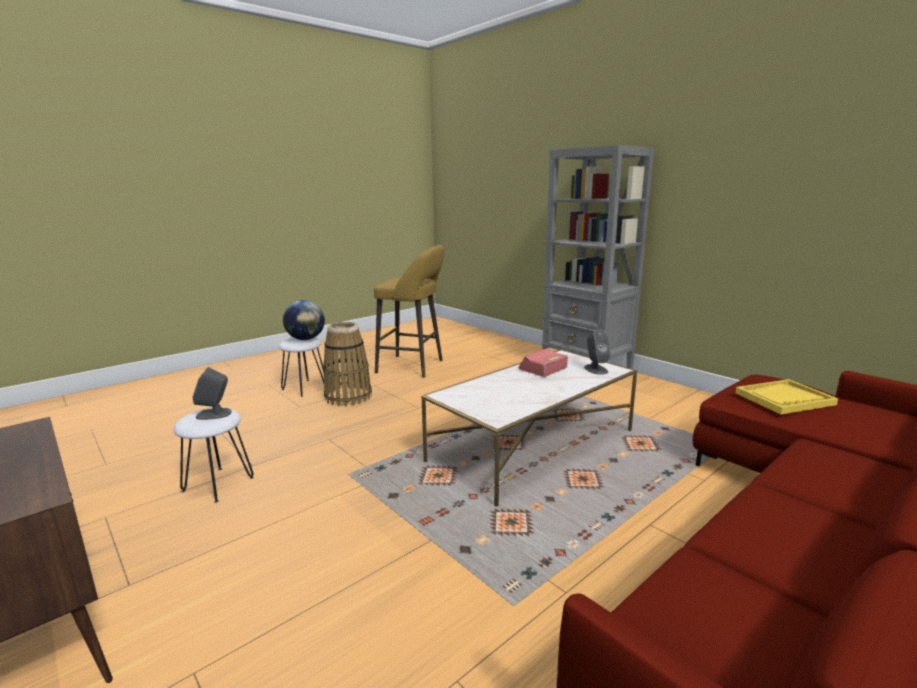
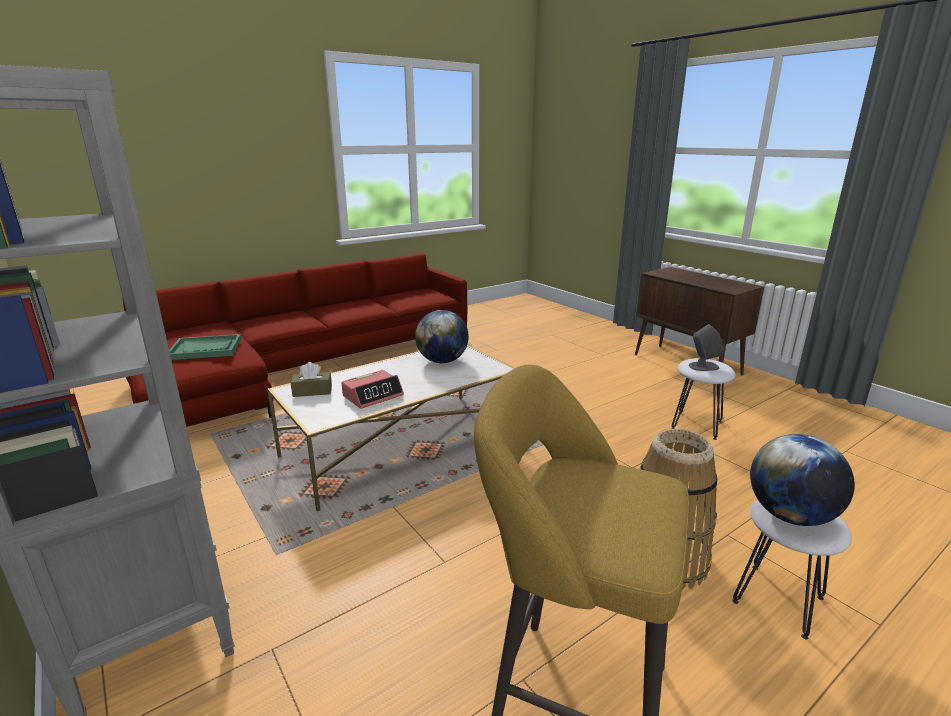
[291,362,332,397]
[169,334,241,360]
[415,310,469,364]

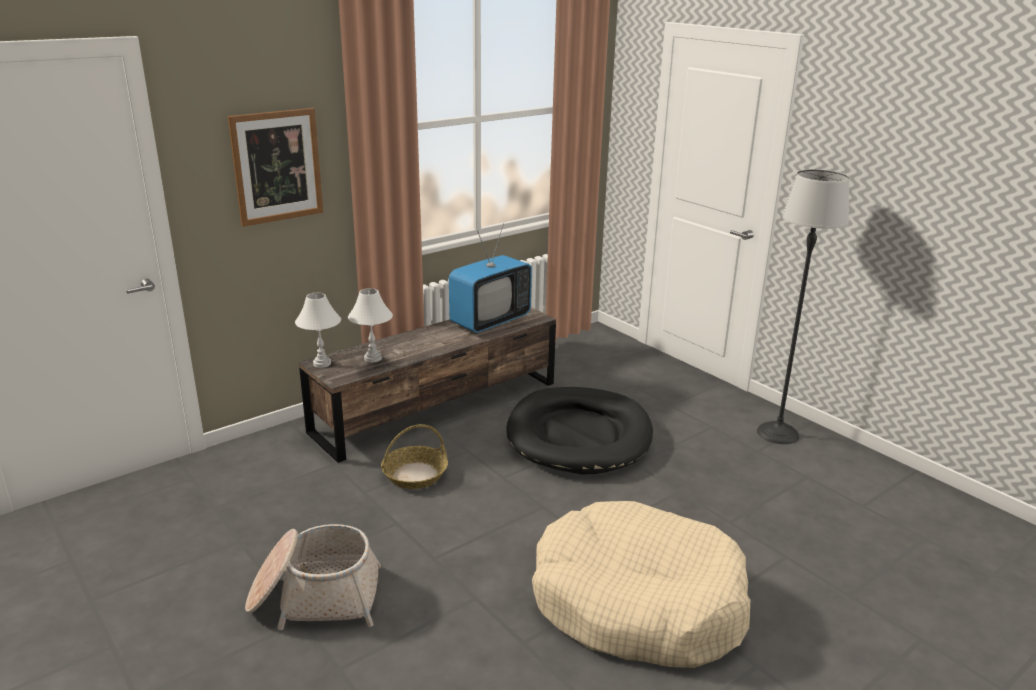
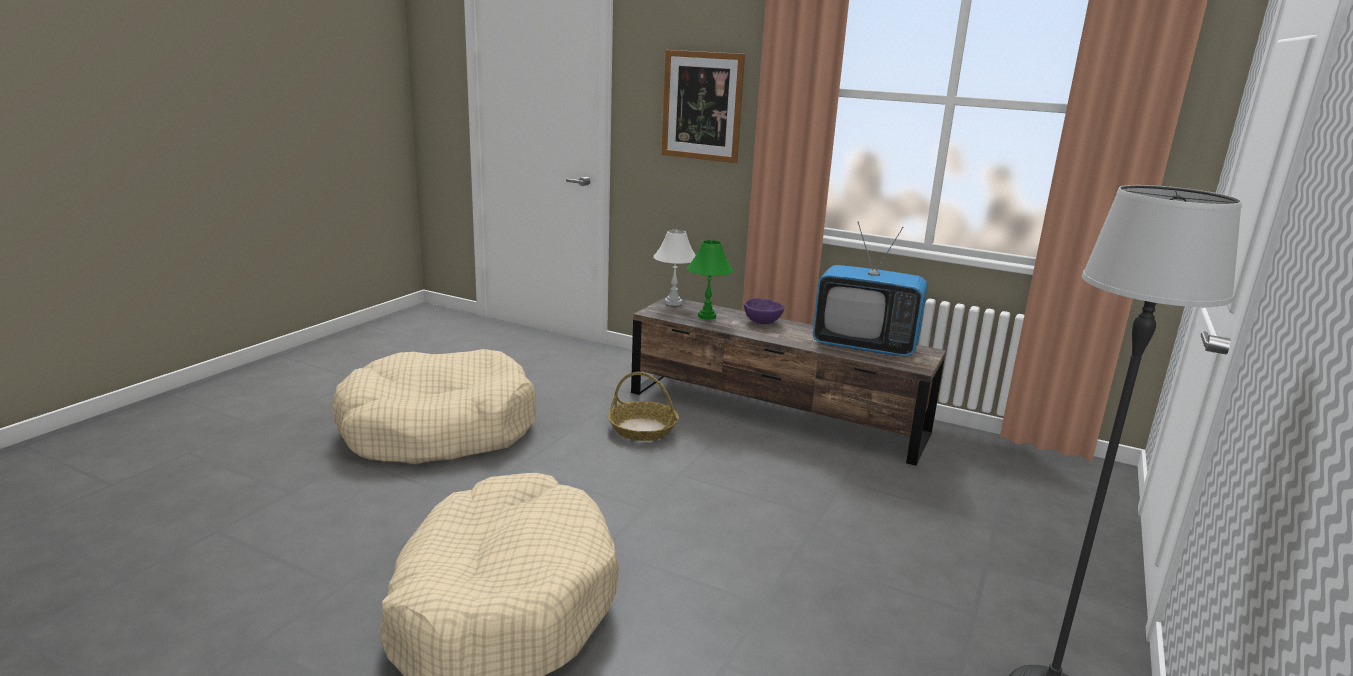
[331,349,536,464]
[687,240,733,320]
[507,387,653,474] (first image)
[744,298,784,324]

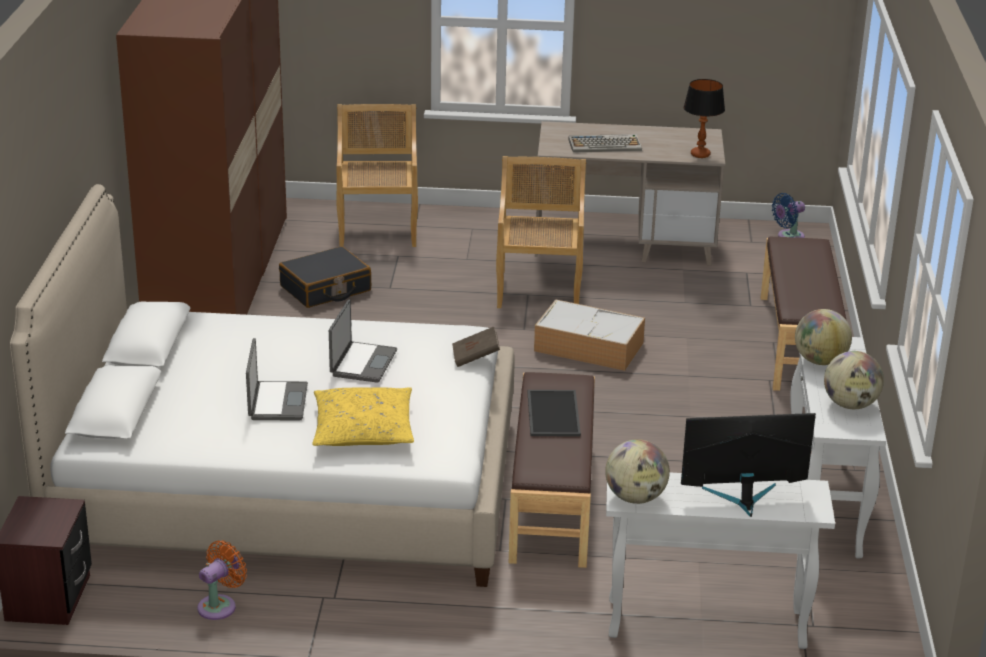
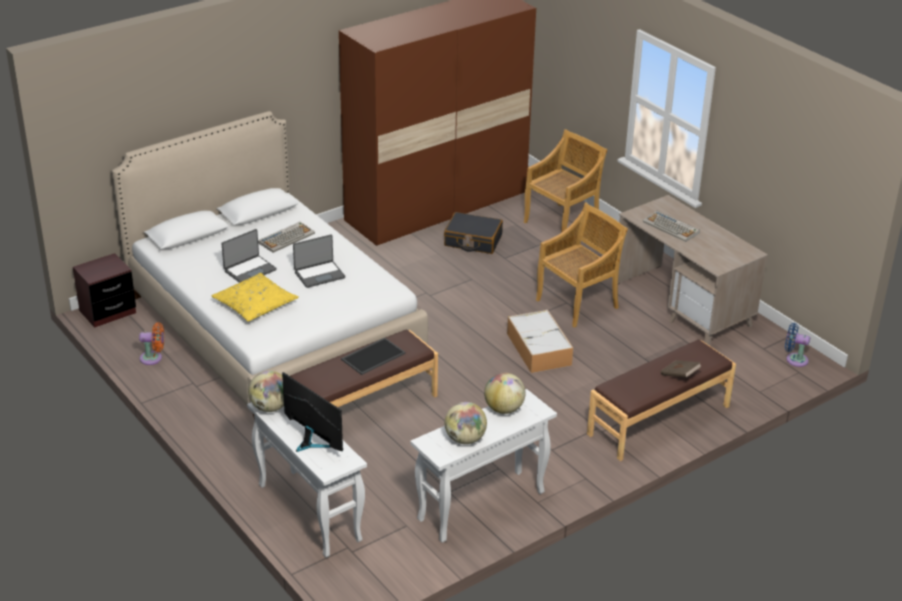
[661,360,701,378]
[684,79,725,158] (first image)
[258,222,315,253]

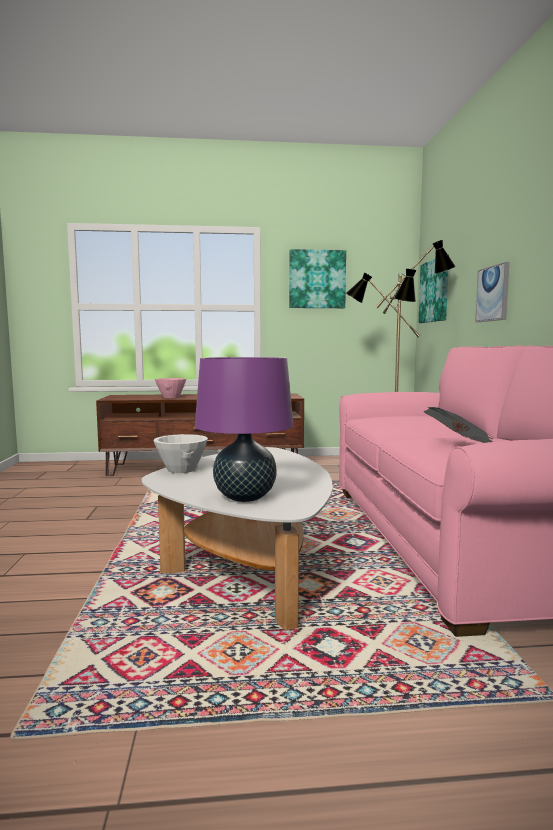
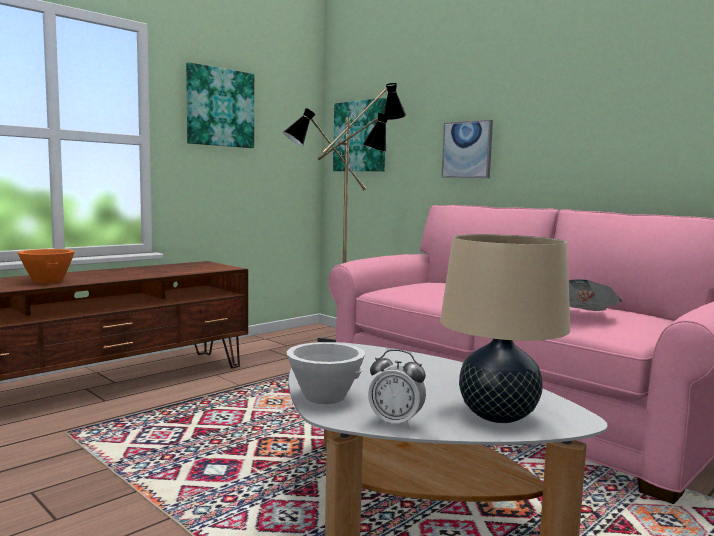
[17,249,75,284]
[440,234,570,423]
[368,349,426,429]

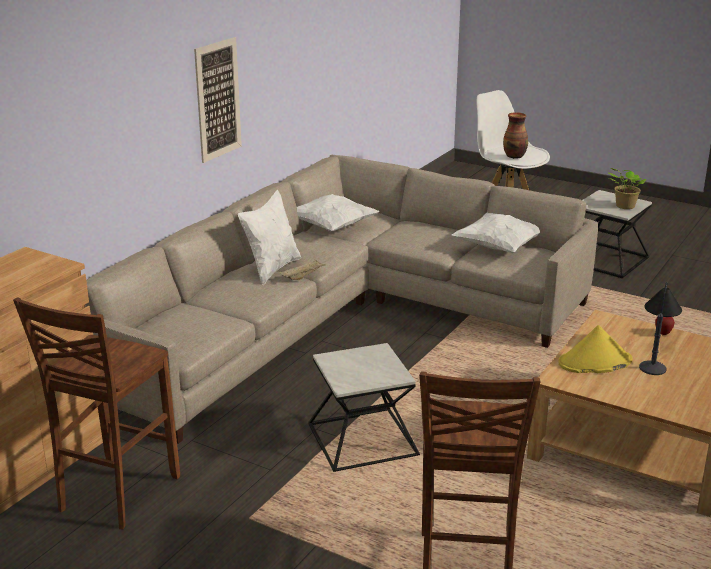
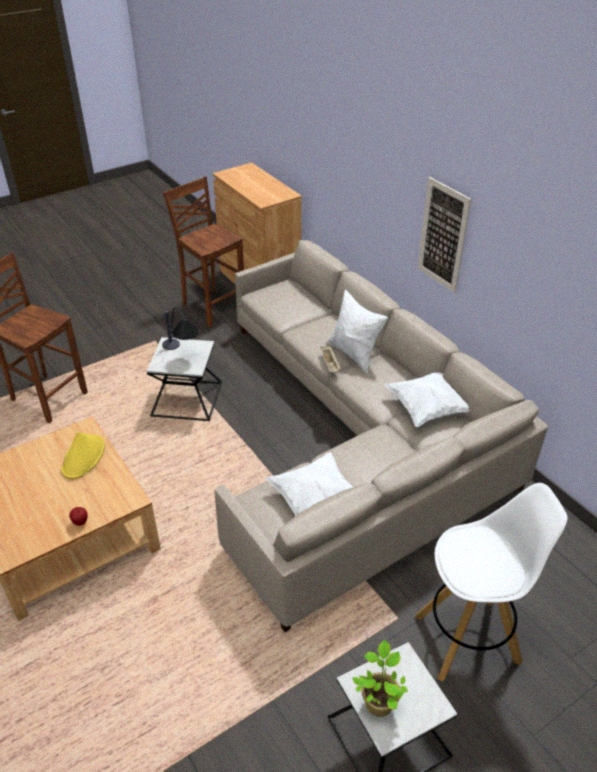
[503,112,528,159] (first image)
[162,308,198,350]

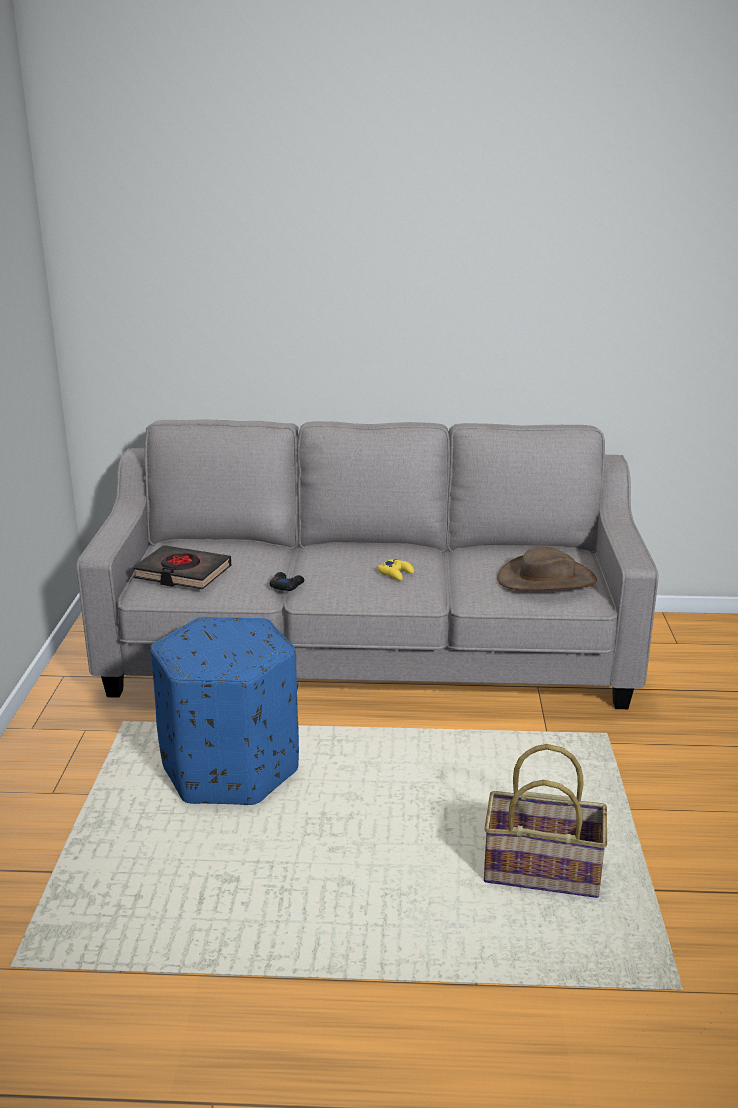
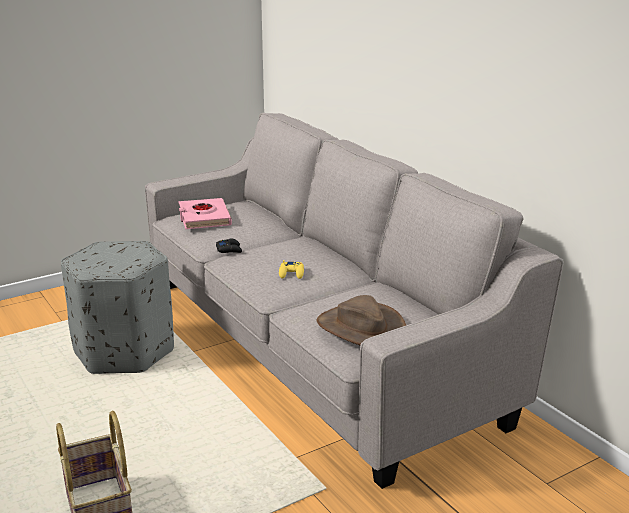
[178,198,232,229]
[61,241,174,374]

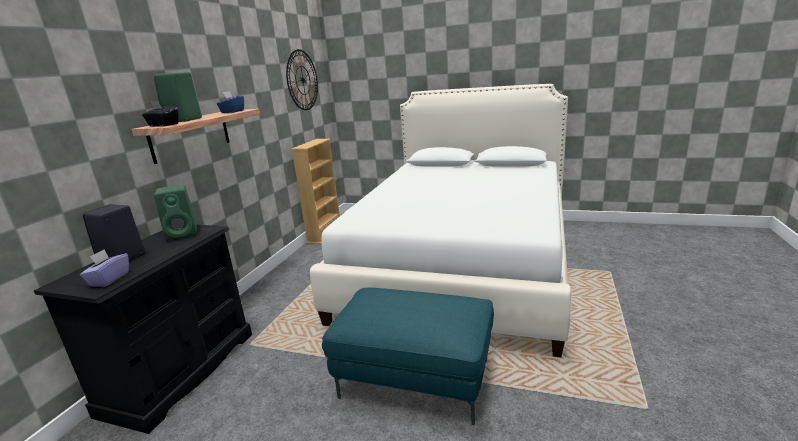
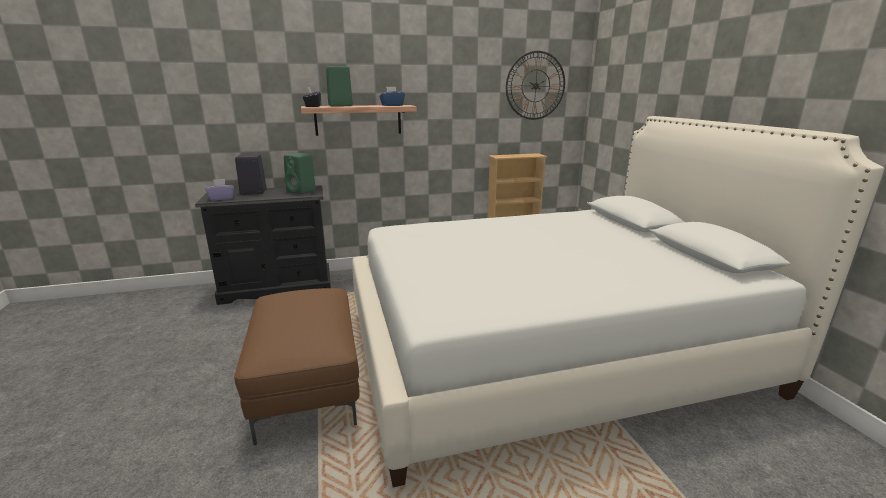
[234,288,359,445]

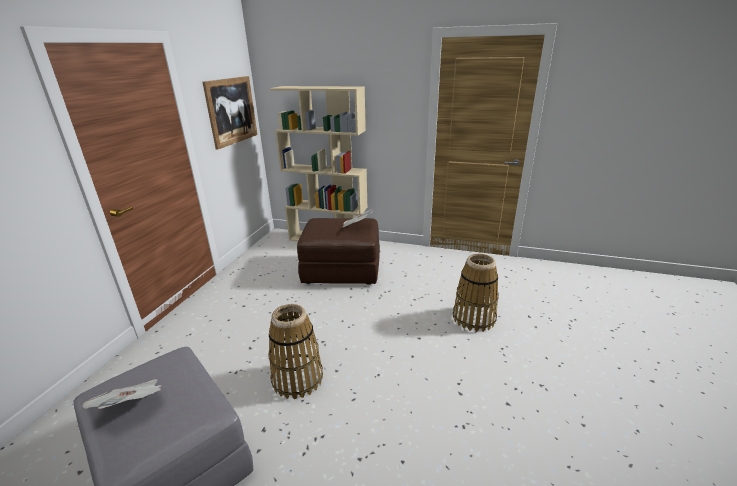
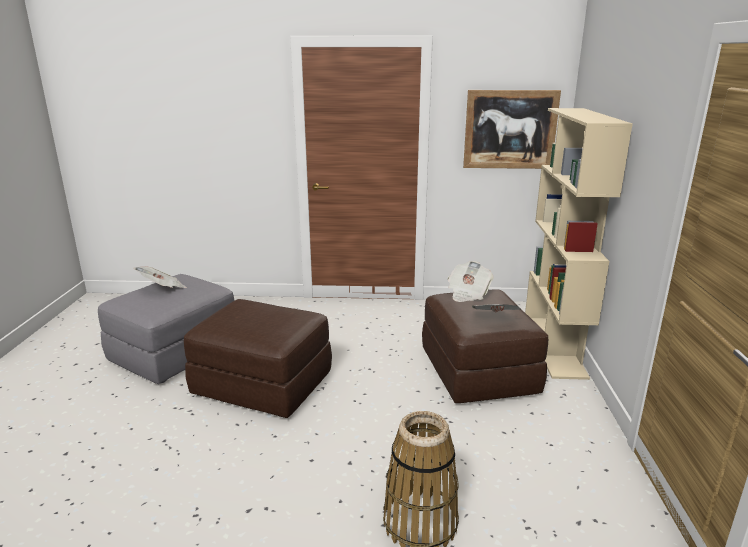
[184,299,332,418]
[448,261,494,302]

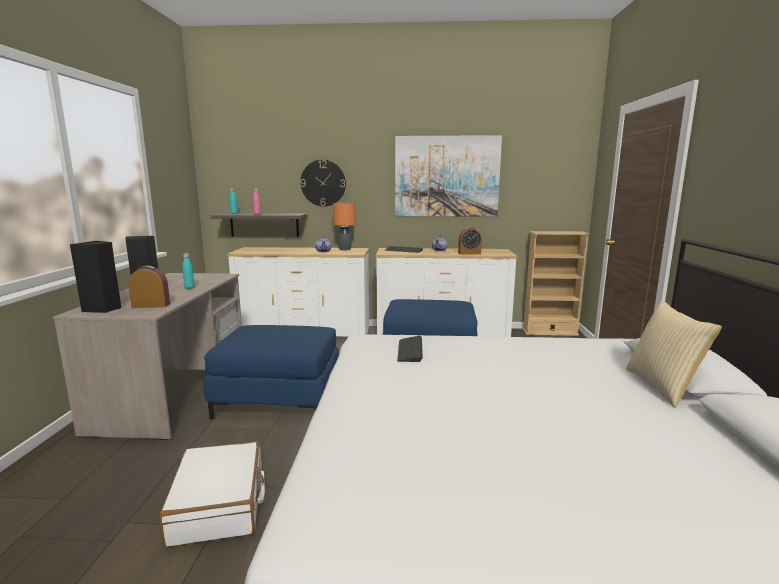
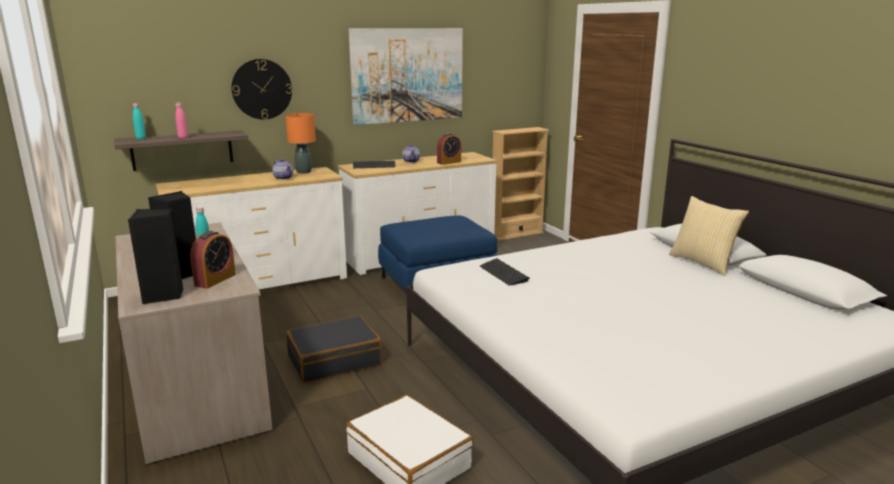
[190,231,236,289]
[286,315,382,383]

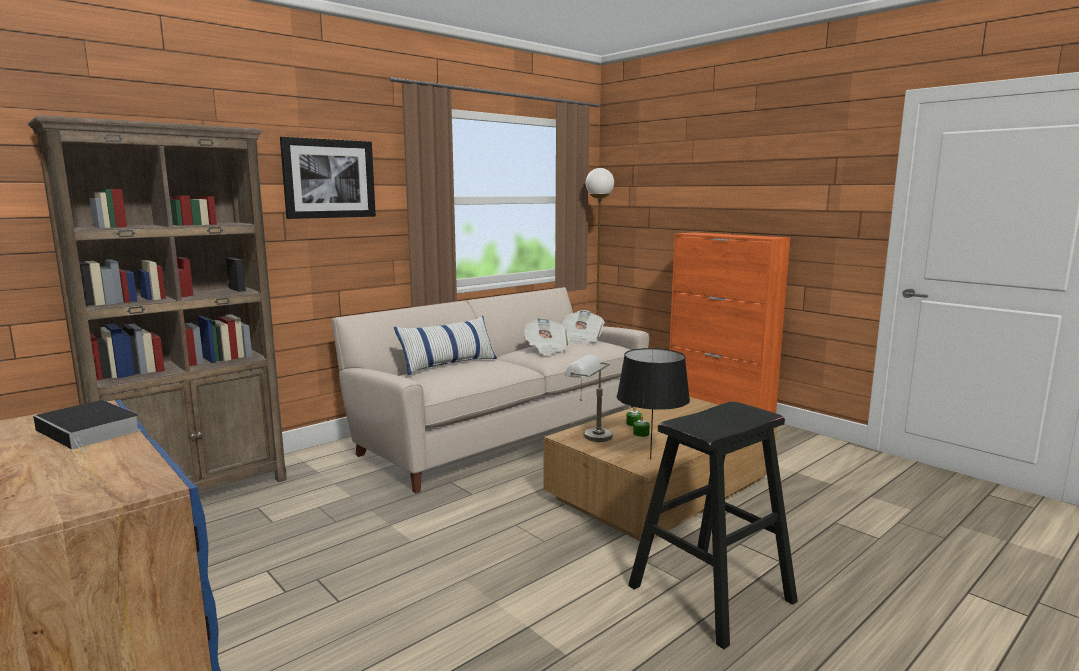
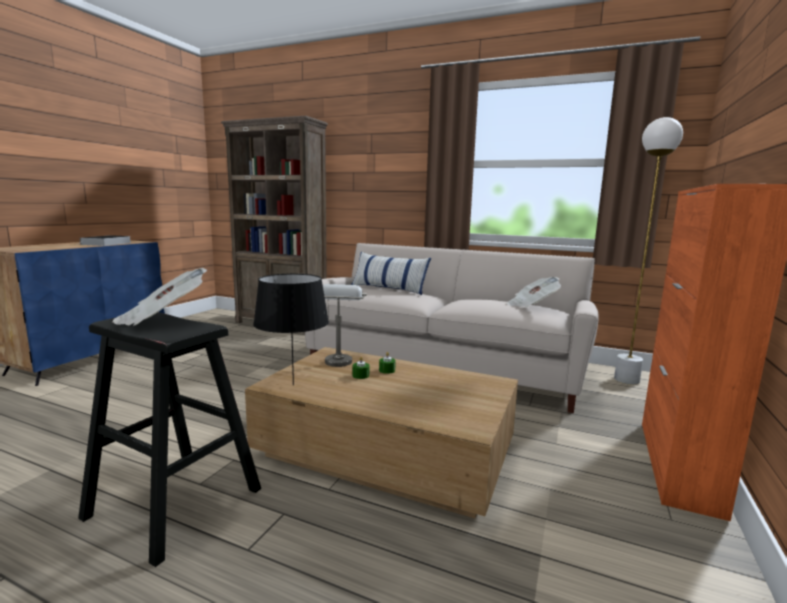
[280,137,376,219] (first image)
[112,268,207,326]

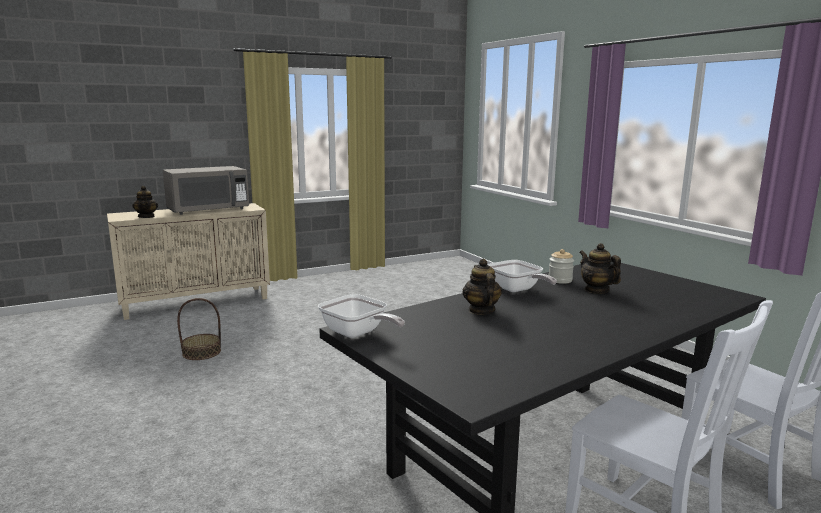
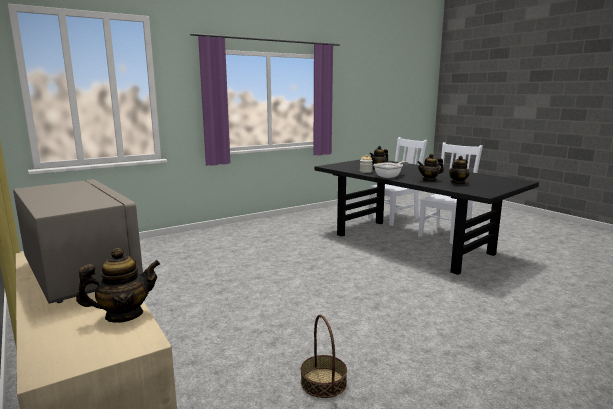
[318,294,405,338] (first image)
[449,156,469,184]

